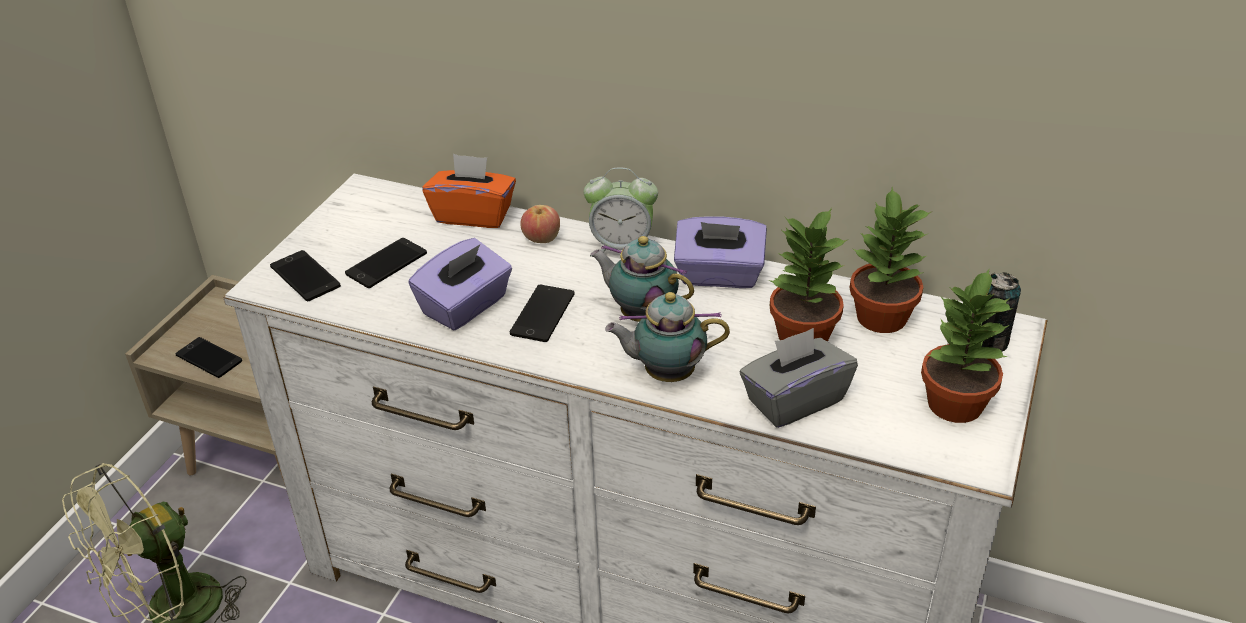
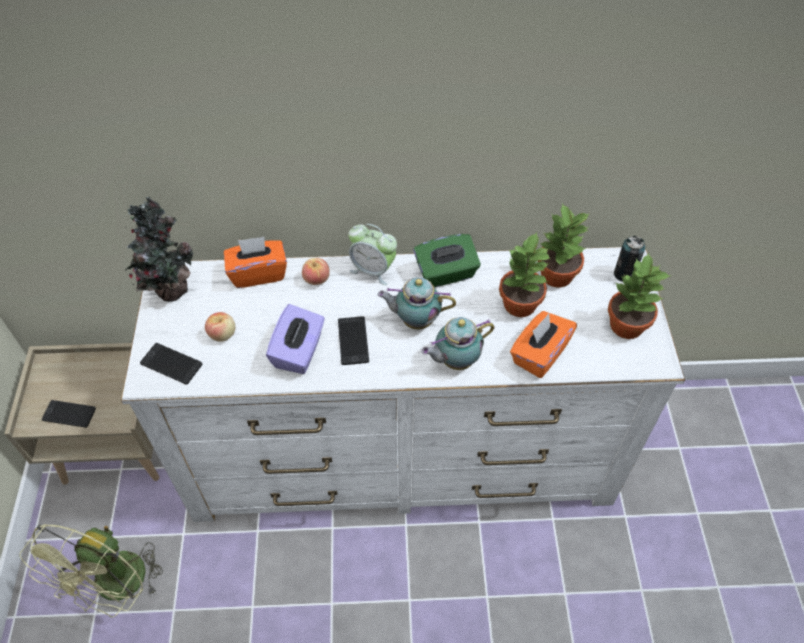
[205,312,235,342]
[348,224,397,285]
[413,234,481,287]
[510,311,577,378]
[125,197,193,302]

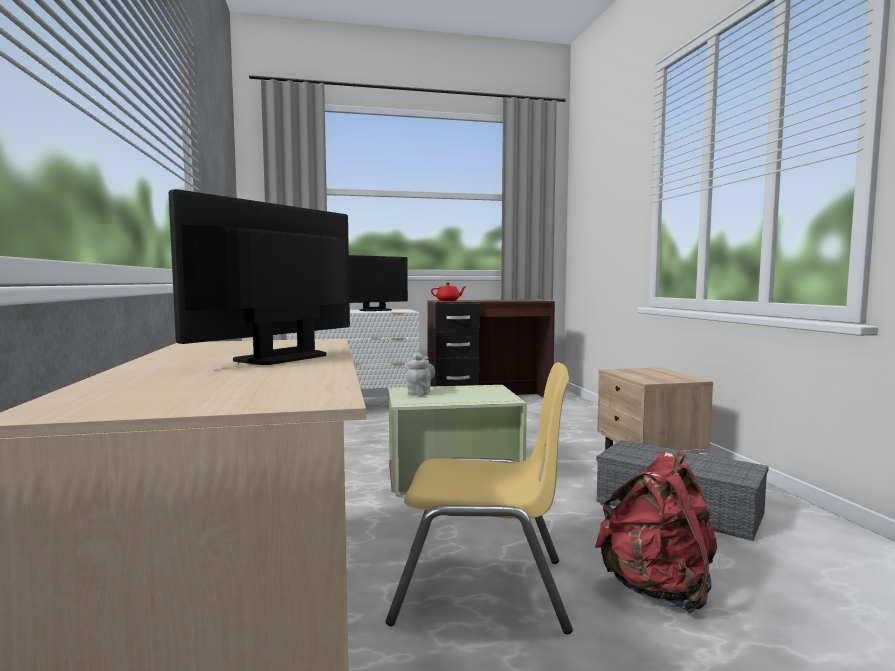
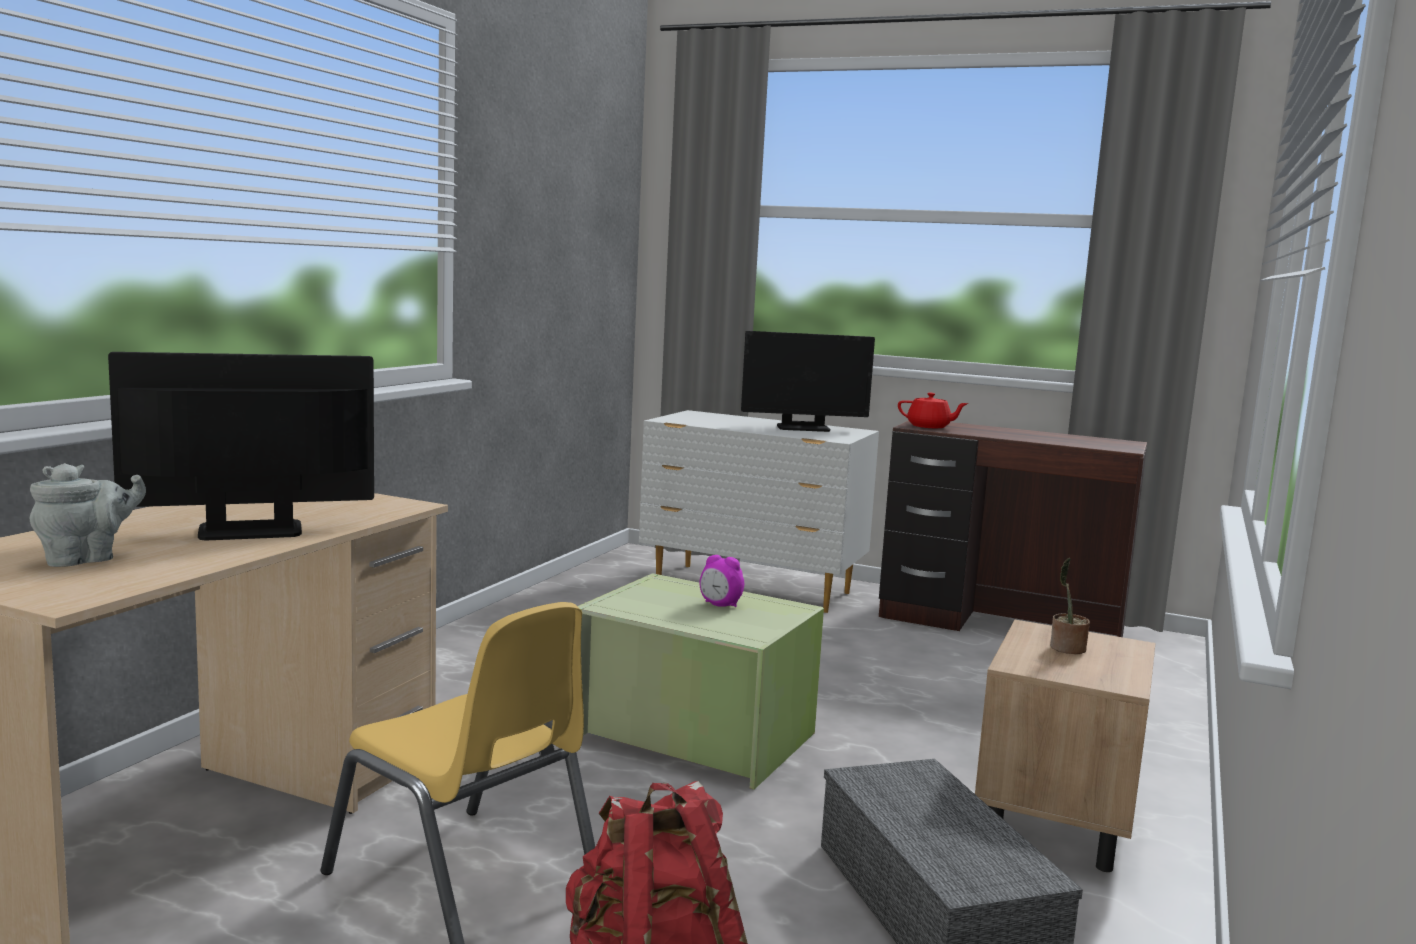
[30,463,146,567]
[700,555,744,607]
[1050,558,1090,654]

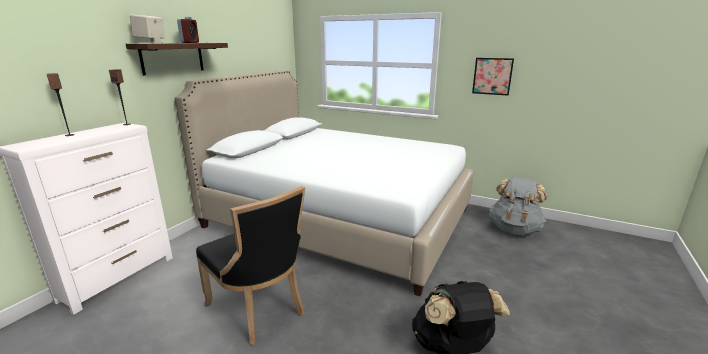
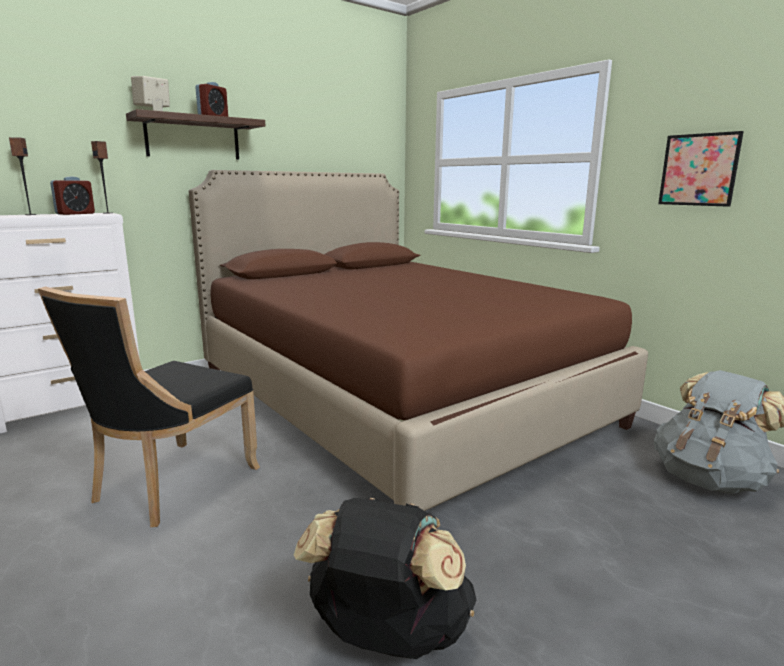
[189,170,648,511]
[38,286,260,527]
[50,177,95,215]

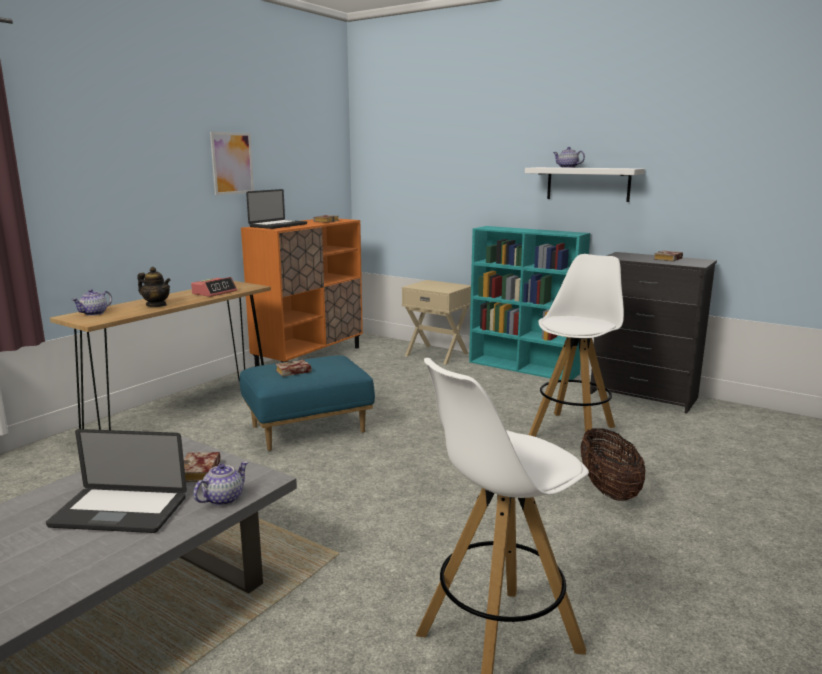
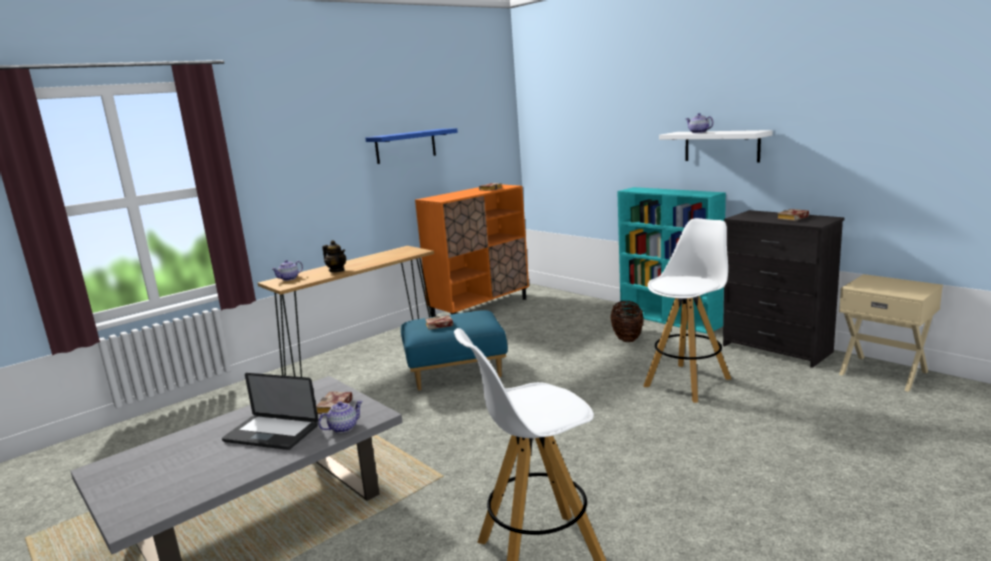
[191,277,237,297] (first image)
[365,128,458,164]
[246,189,307,229] (first image)
[839,274,943,392]
[610,301,644,342]

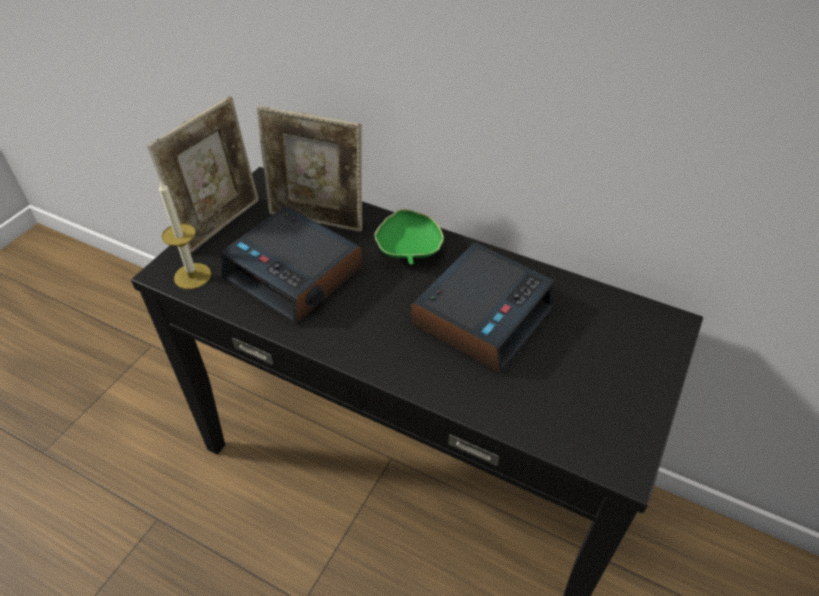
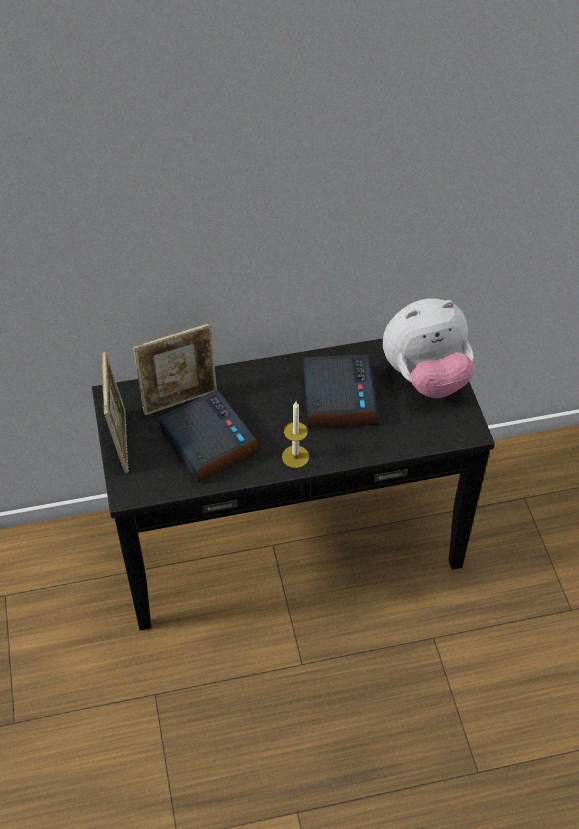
[282,401,309,468]
[159,390,261,483]
[374,209,444,265] (first image)
[383,298,474,398]

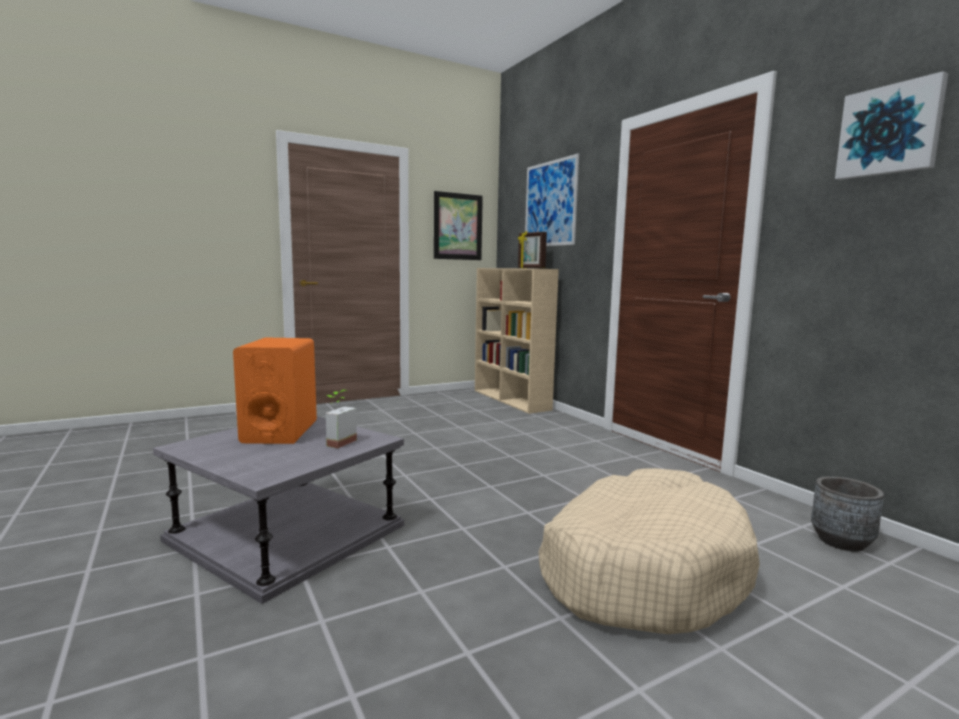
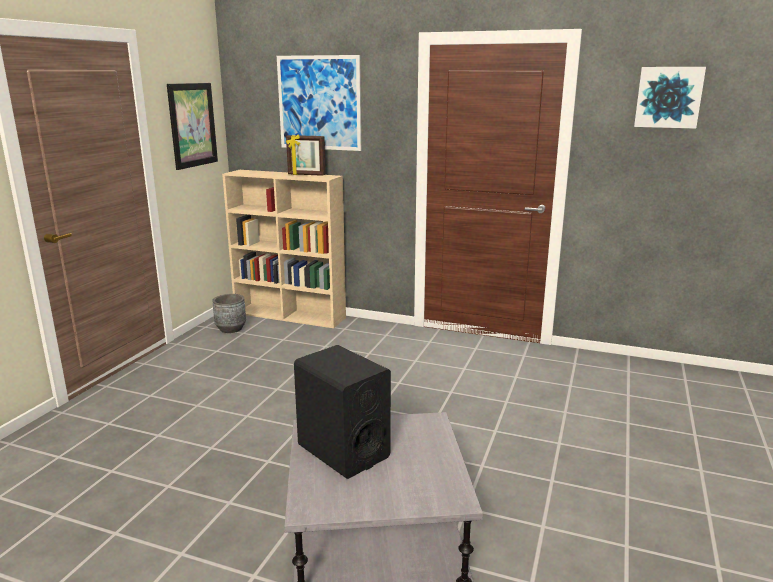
[294,345,391,479]
[326,390,357,448] (first image)
[538,468,760,634] (first image)
[212,294,246,333]

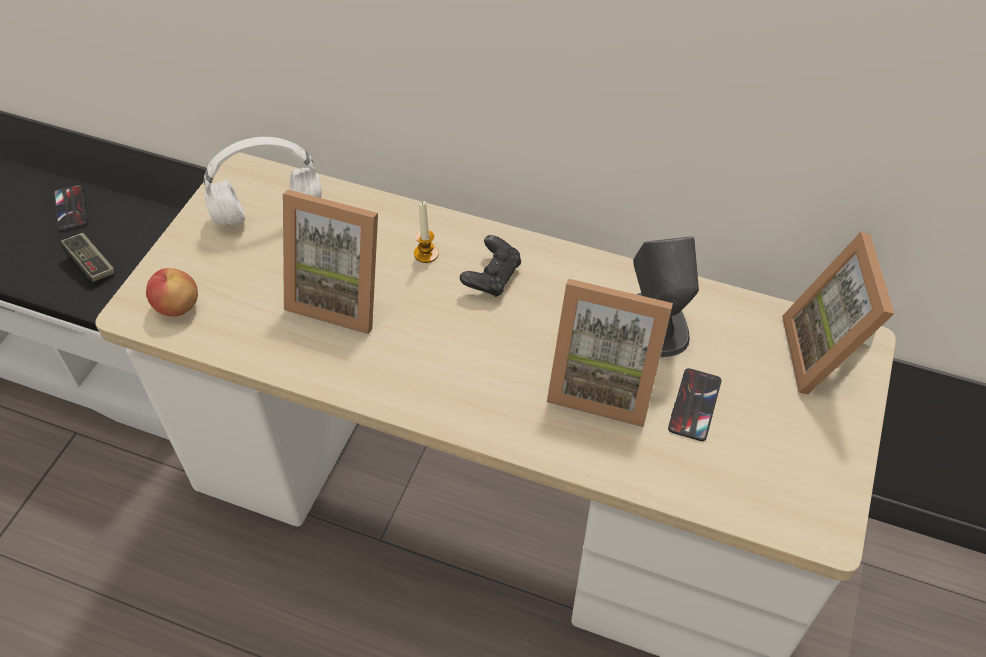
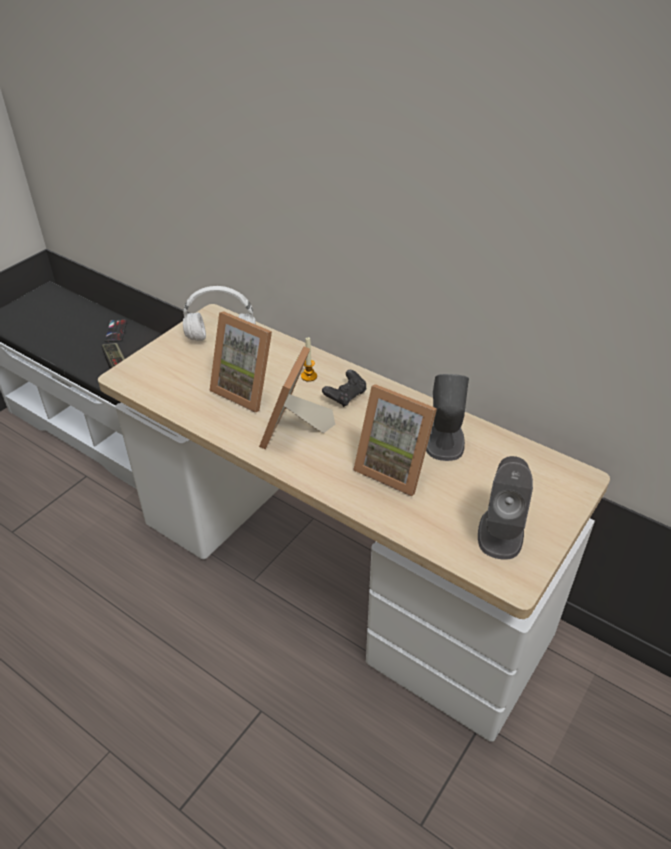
[146,268,198,316] (first image)
[668,368,721,441] (first image)
[259,346,335,450]
[478,456,533,560]

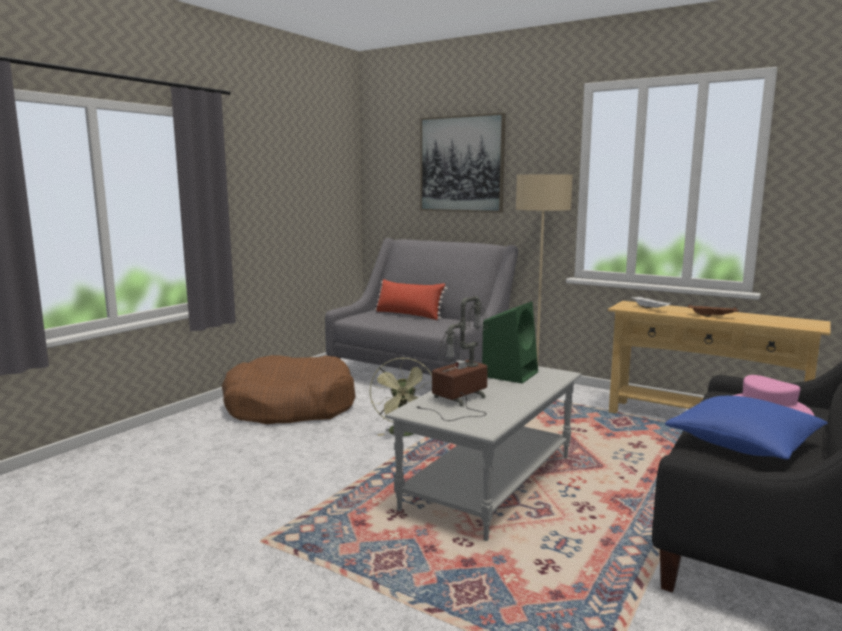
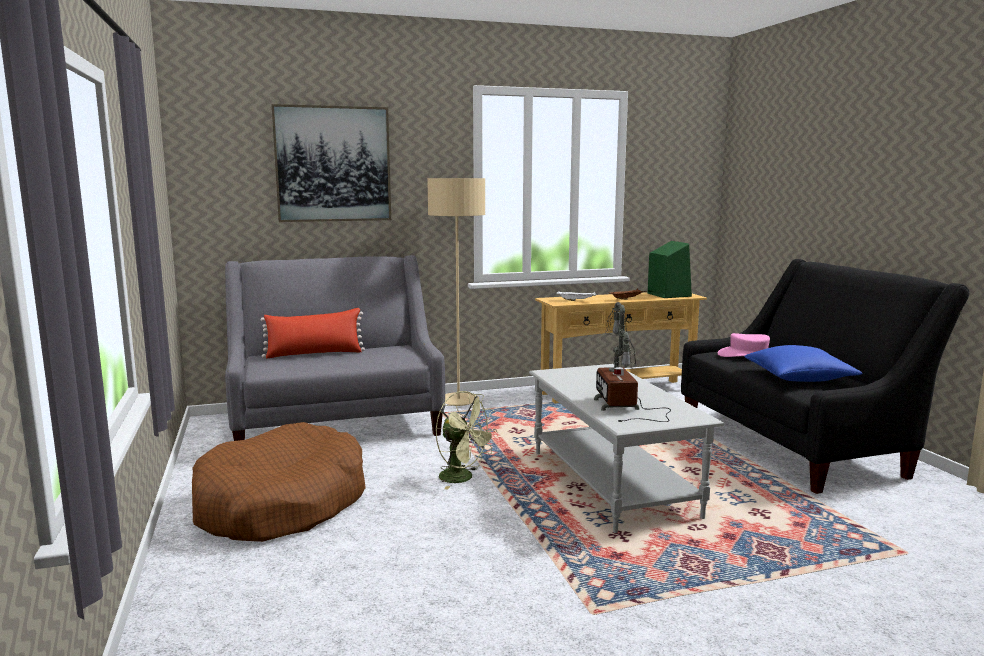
[648,241,692,298]

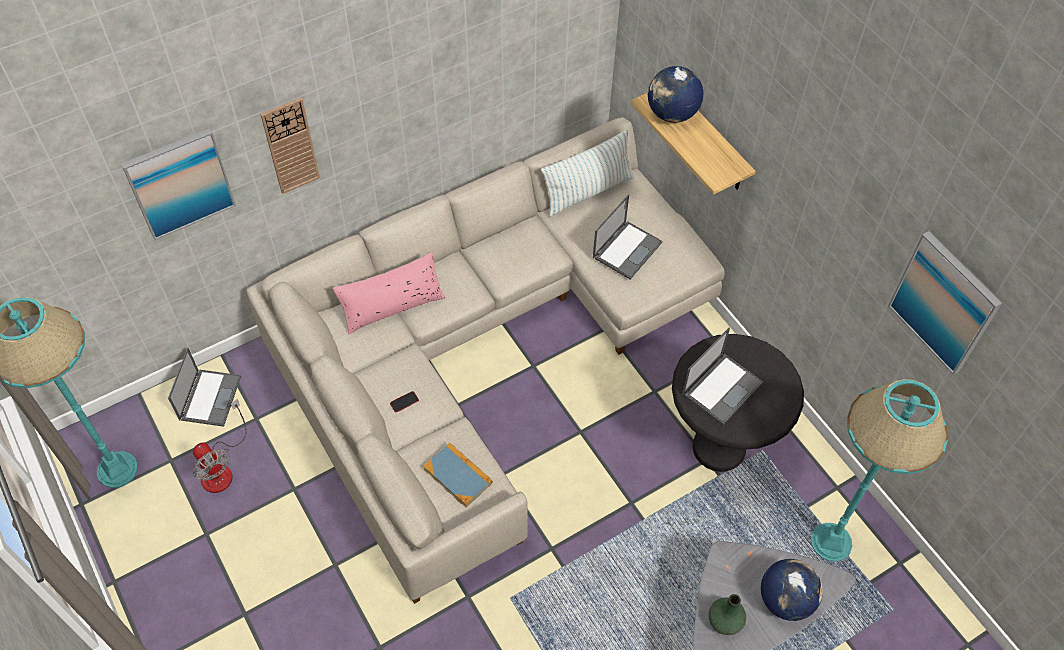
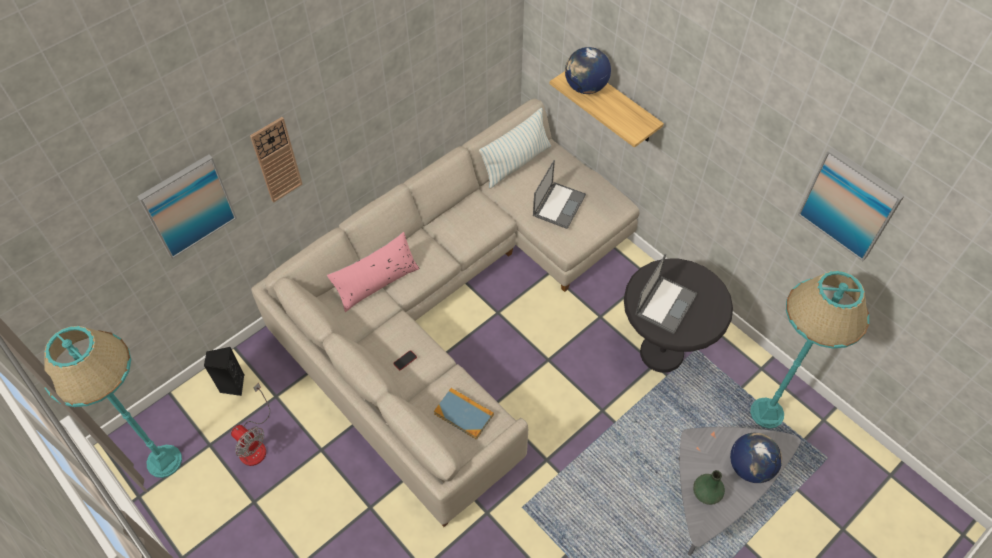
[204,347,244,396]

